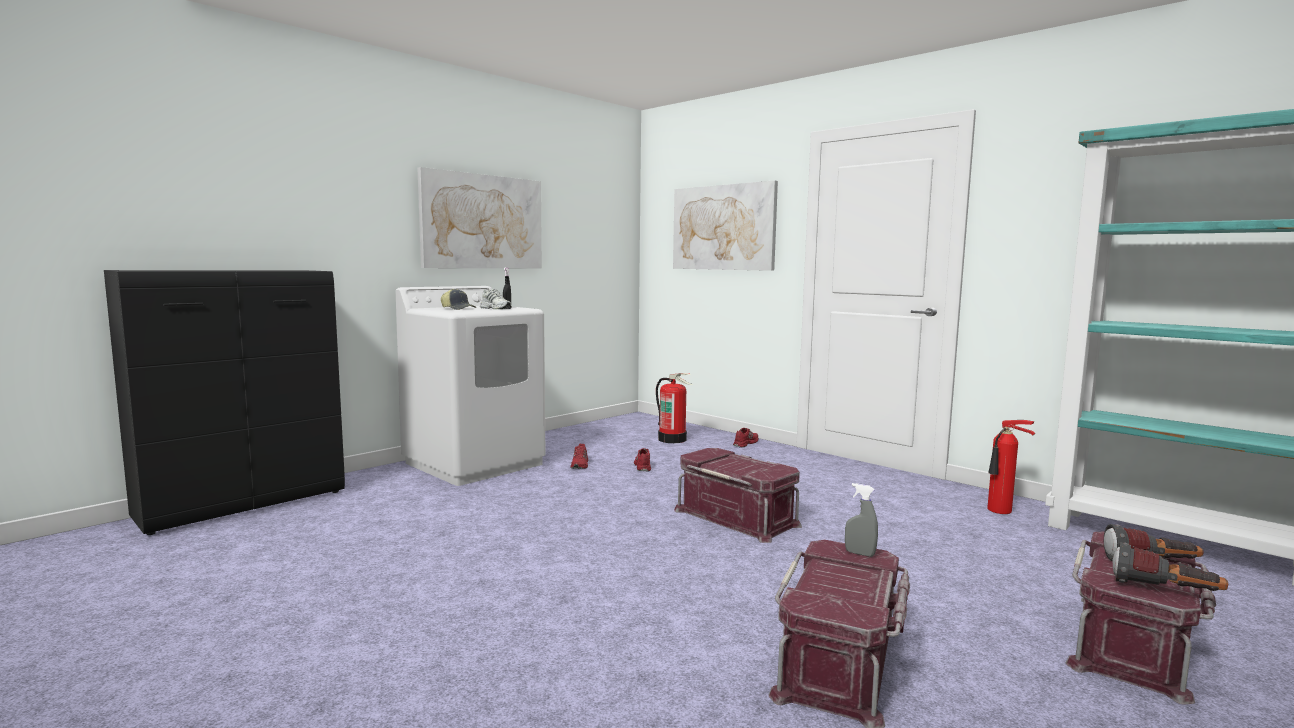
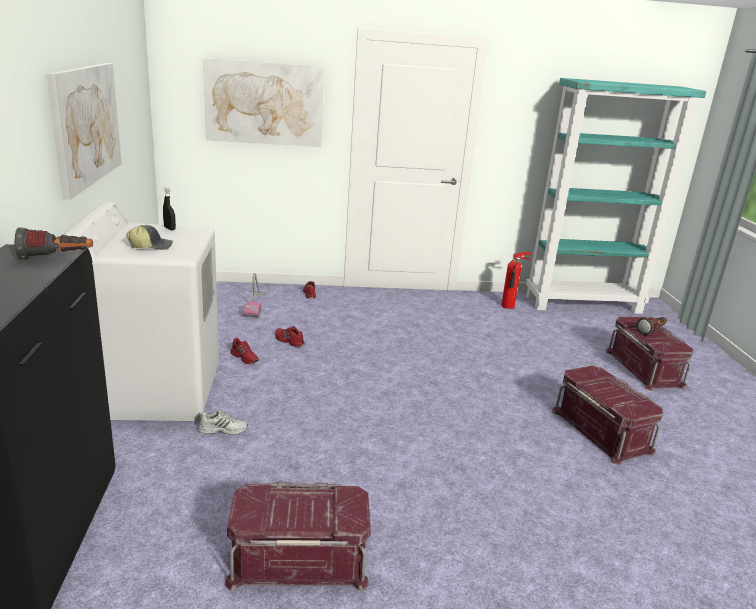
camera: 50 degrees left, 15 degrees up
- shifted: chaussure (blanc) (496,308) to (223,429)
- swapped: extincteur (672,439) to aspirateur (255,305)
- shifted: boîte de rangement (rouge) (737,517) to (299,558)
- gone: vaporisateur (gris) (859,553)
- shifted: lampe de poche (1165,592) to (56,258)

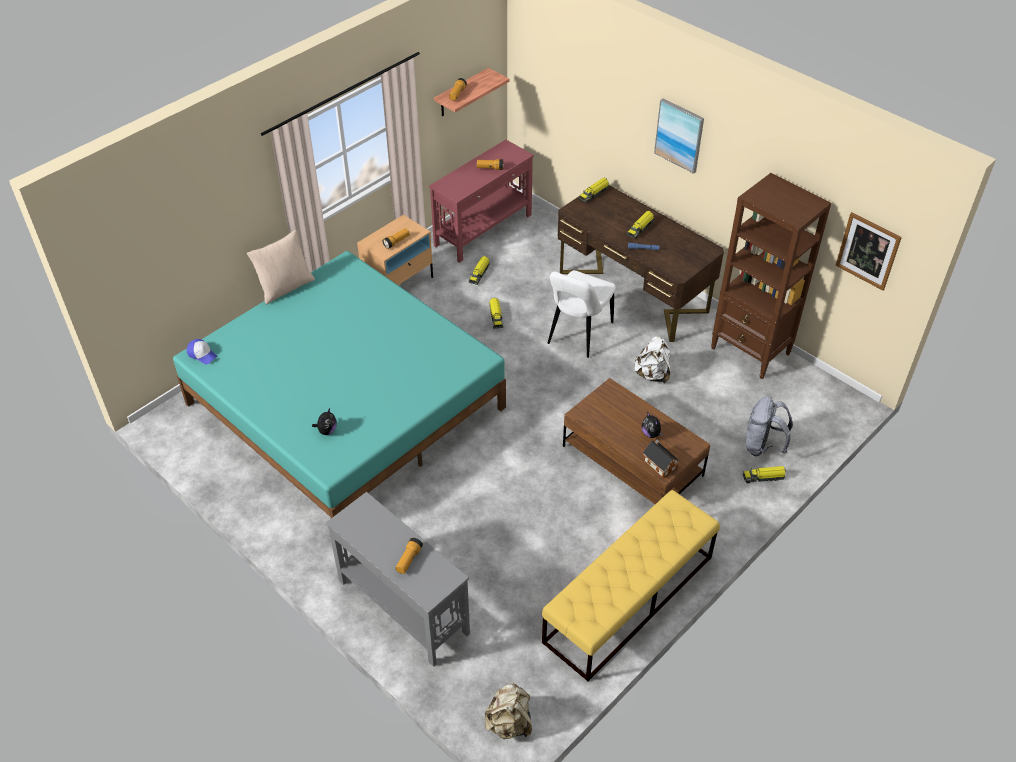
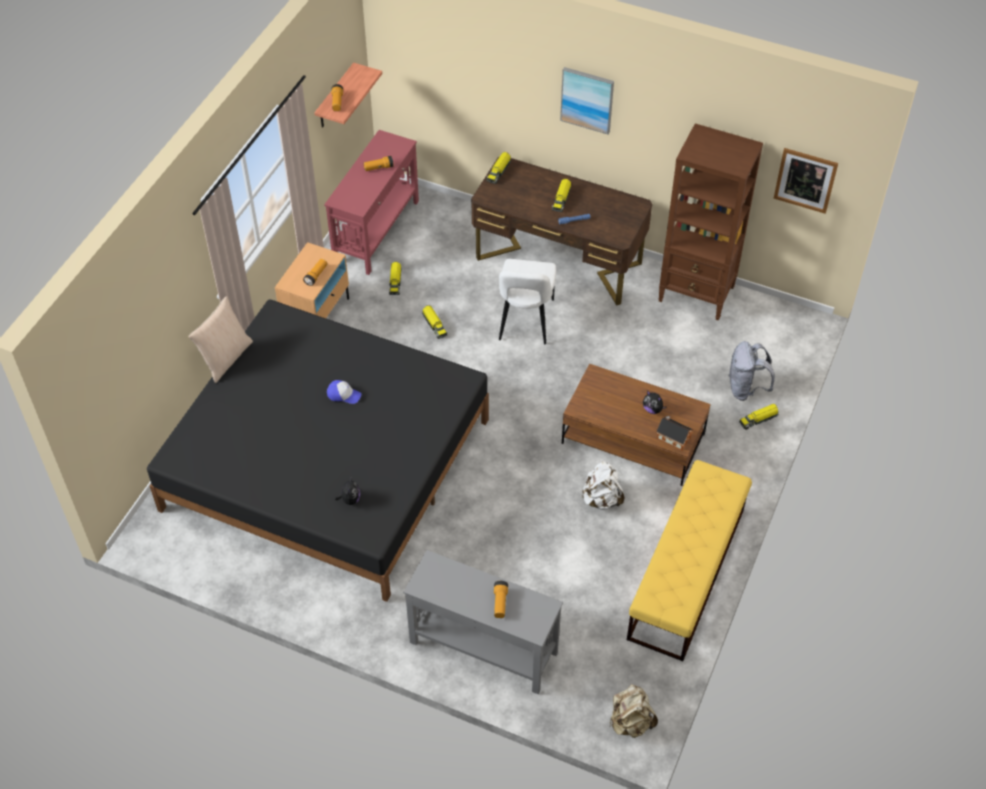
camera: 20 degrees left, 5 degrees up
- repainted: lit (turquoise) (346,405) to lit (noir) (328,464)
- shifted: sac à dos (blanc) (652,374) to (601,499)
- shifted: casquette (202,354) to (343,394)

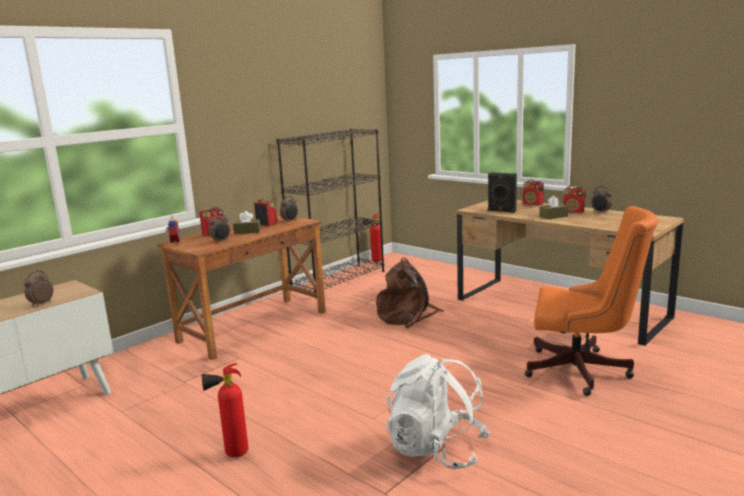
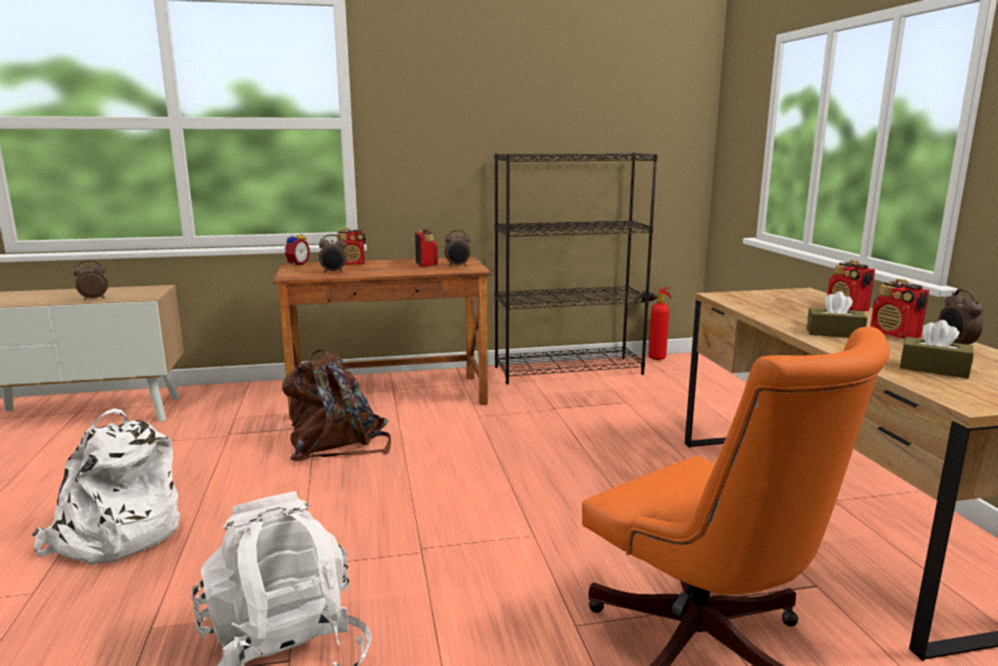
camera: 35 degrees right, 0 degrees up
- gone: enceinte (noir) (501,211)
- shifted: boîte à mouchoirs (marron) (247,232) to (933,369)
- shifted: sac à dos (marron) (407,316) to (337,444)
- swapped: extincteur (231,454) to sac à dos (blanc) (116,536)

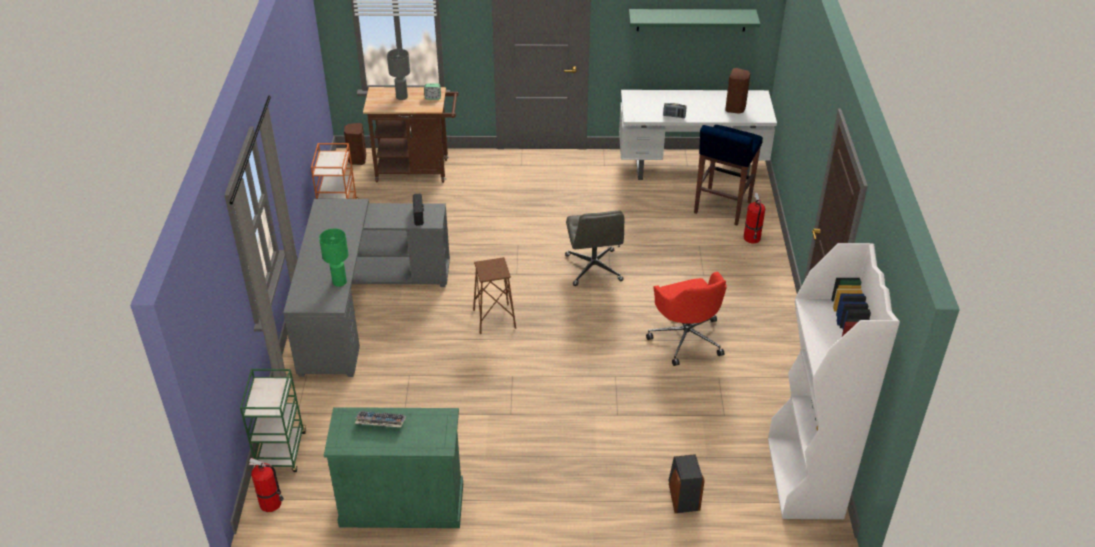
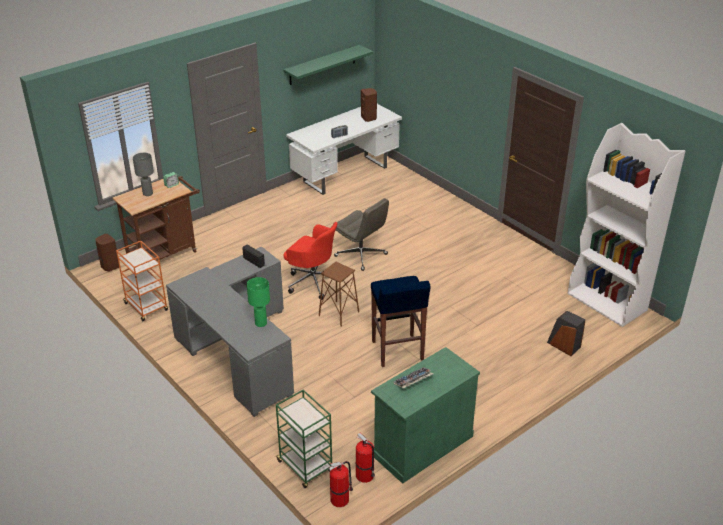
camera: 40 degrees left, 5 degrees down
- shifted: tabouret (bleu) (722,208) to (397,351)
- shifted: extincteur (752,238) to (365,476)
- shifted: chaise de bureau (rouge) (686,338) to (313,281)

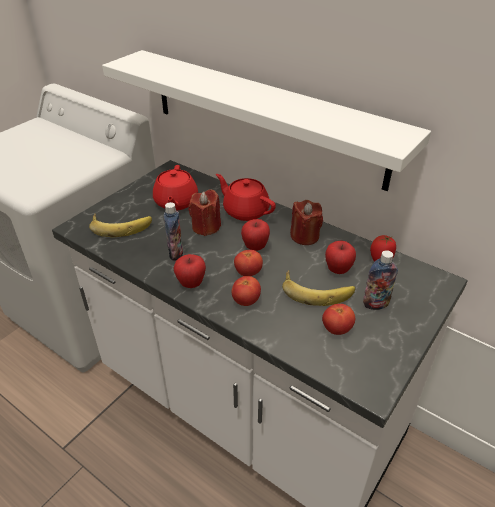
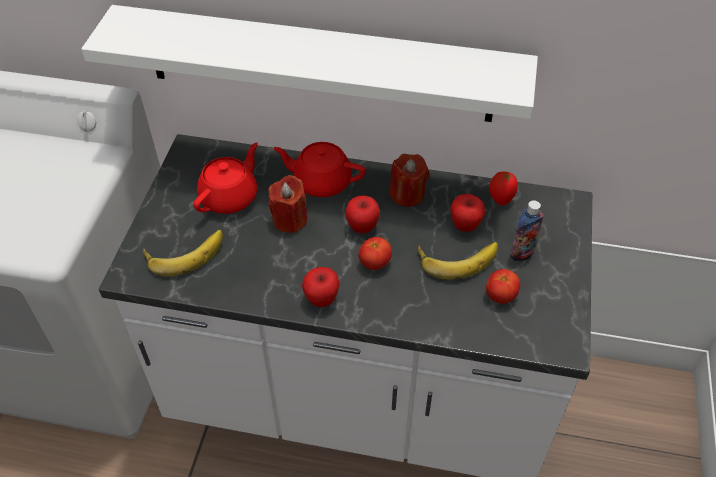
camera: 25 degrees left, 10 degrees up
- rotated: théière (rouge) (176,202) = (230,197) 120 degrees counterclockwise
- gone: bouteille (175,253)
- gone: tomate (246,301)

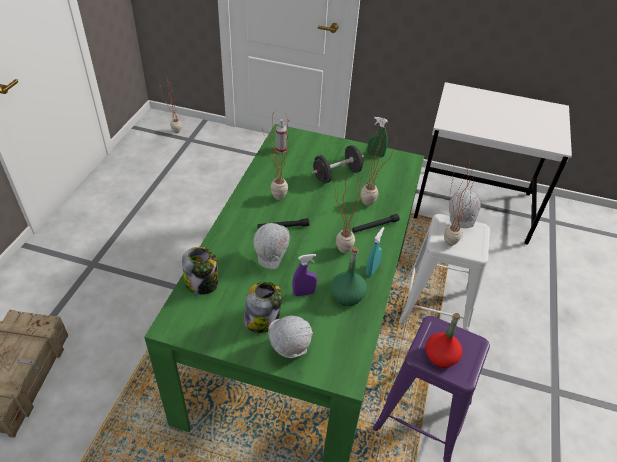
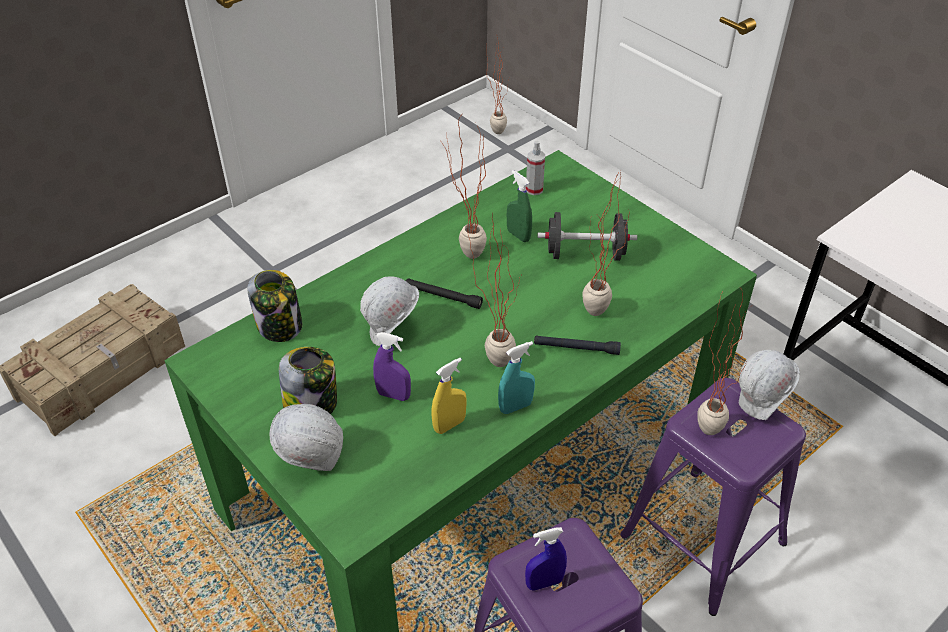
camera: 35 degrees right, 0 degrees up
- shifted: vaporisateur (vert) (375,154) to (518,235)
- repainted: tabouret (blanc) (436,306) to tabouret (violet) (702,539)
- swapped: bouteille (vert) (347,295) to vaporisateur (jaune) (449,425)
- swapped: bouteille (rouge) (440,356) to vaporisateur (bleu) (544,583)

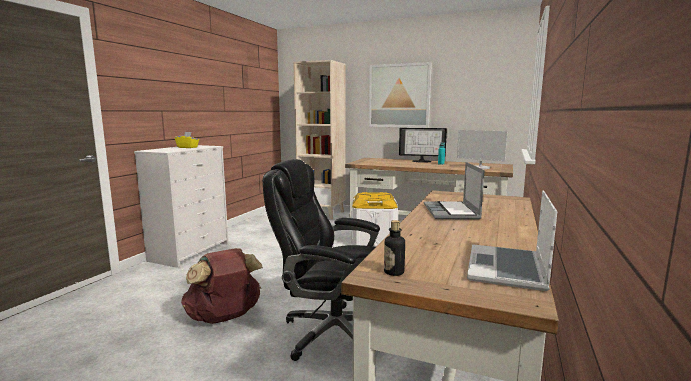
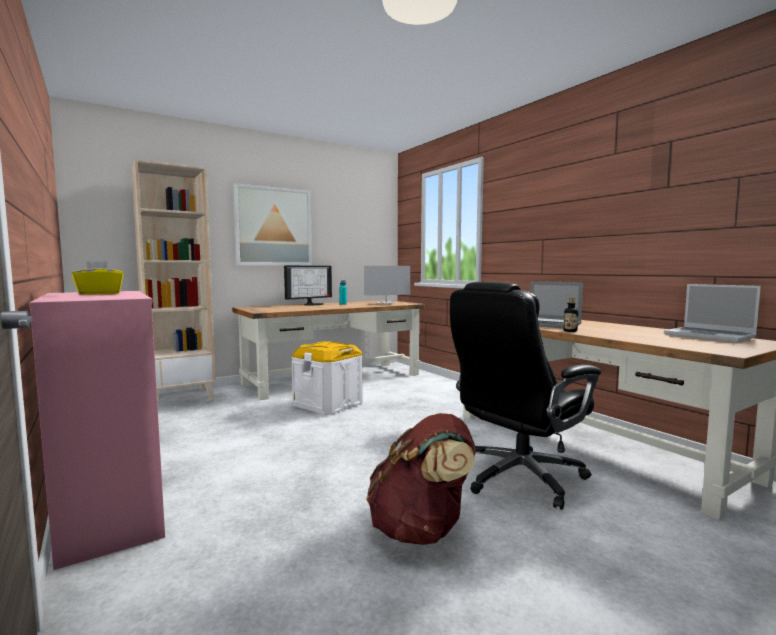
camera: 55 degrees left, 5 degrees down
- repainted: commode (blanc) (190,252) to commode (rose) (110,513)
- shifted: bouteille (394,272) to (570,331)

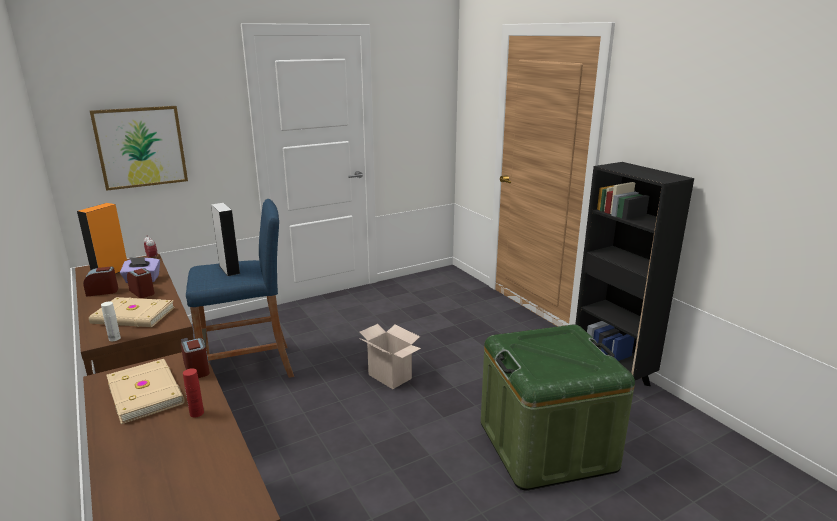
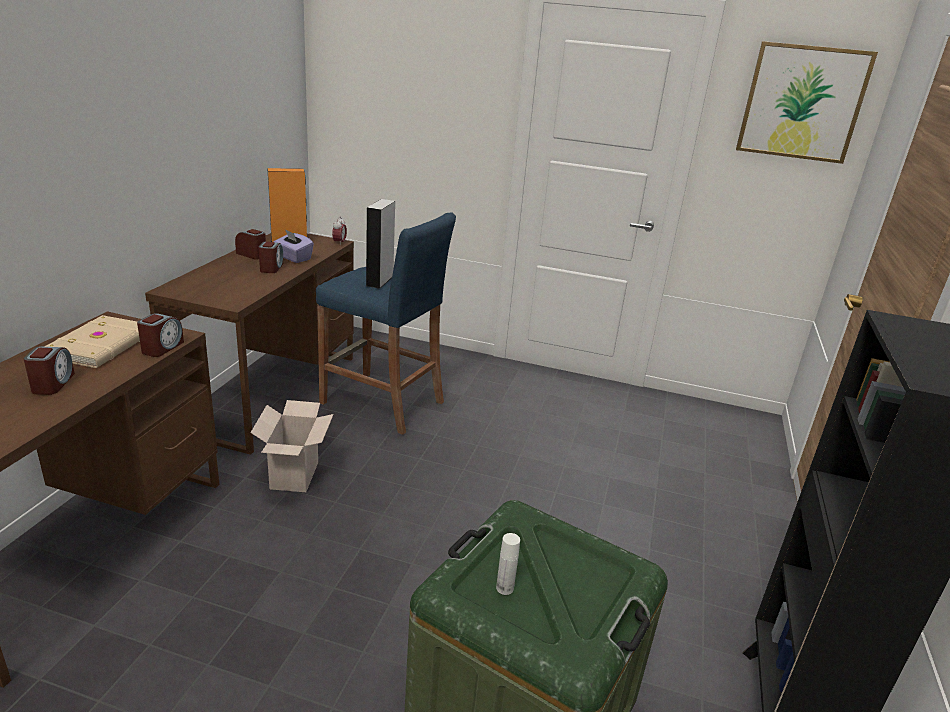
camera: 45 degrees right, 5 degrees up
- shifted: tableau (141,147) to (802,102)
- gone: livre (beige) (133,316)
- shifted: bouteille (blanc) (114,338) to (504,588)
- shifted: carton (391,376) to (295,476)
- gone: bouteille (rouge) (196,413)
- new: réveil (53,383)

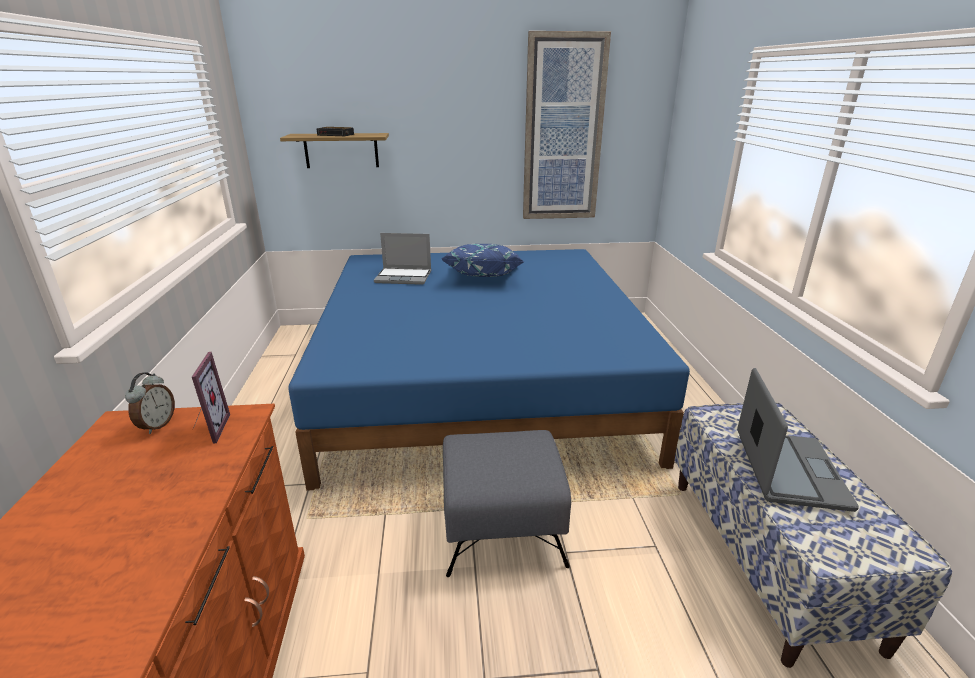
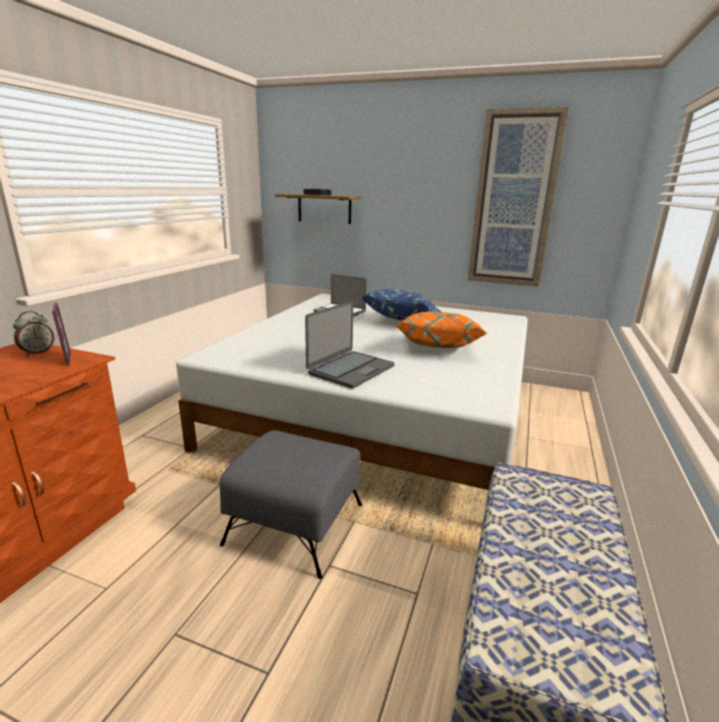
camera: 25 degrees right, 5 degrees down
- repainted: lit (bleu) (480,380) to lit (blanc) (379,411)
- rotated: cadre photo (208,429) = (57,361) 45 degrees counterclockwise
- shifted: ordinateur portable (788,470) to (350,370)
- new: coussin (orange) (437,348)

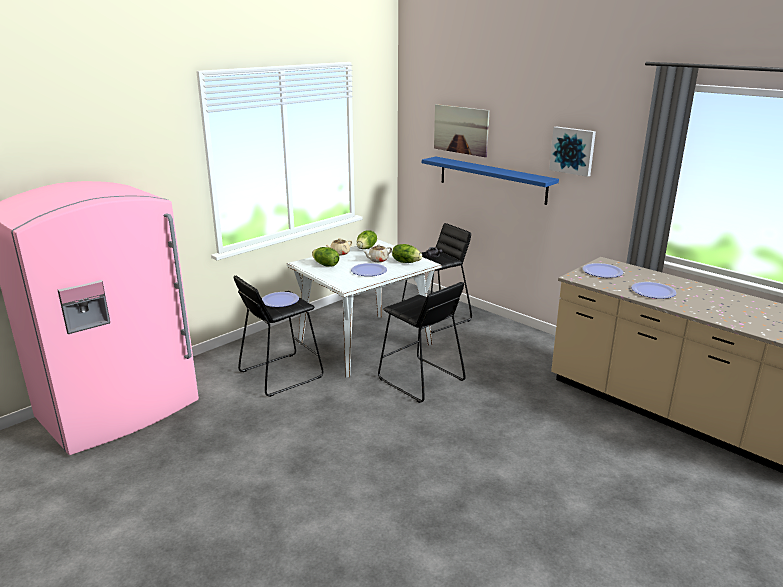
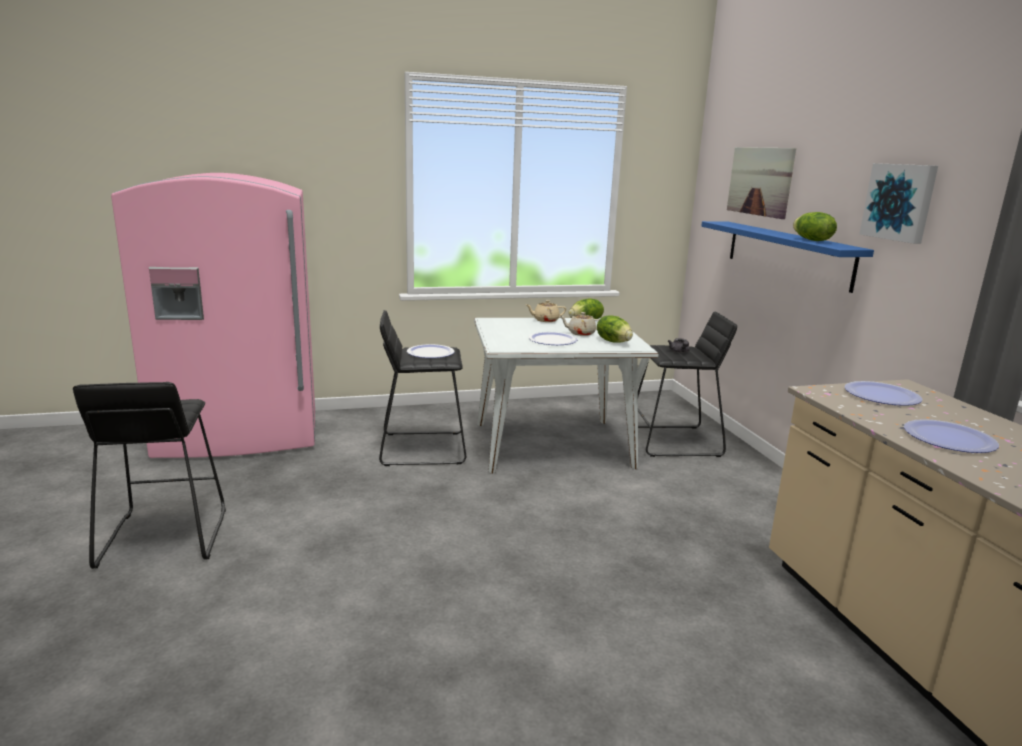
camera: 30 degrees right, 5 degrees down
- shifted: laitue (325,265) to (811,240)
- shifted: tabouret (noir) (420,380) to (163,536)

